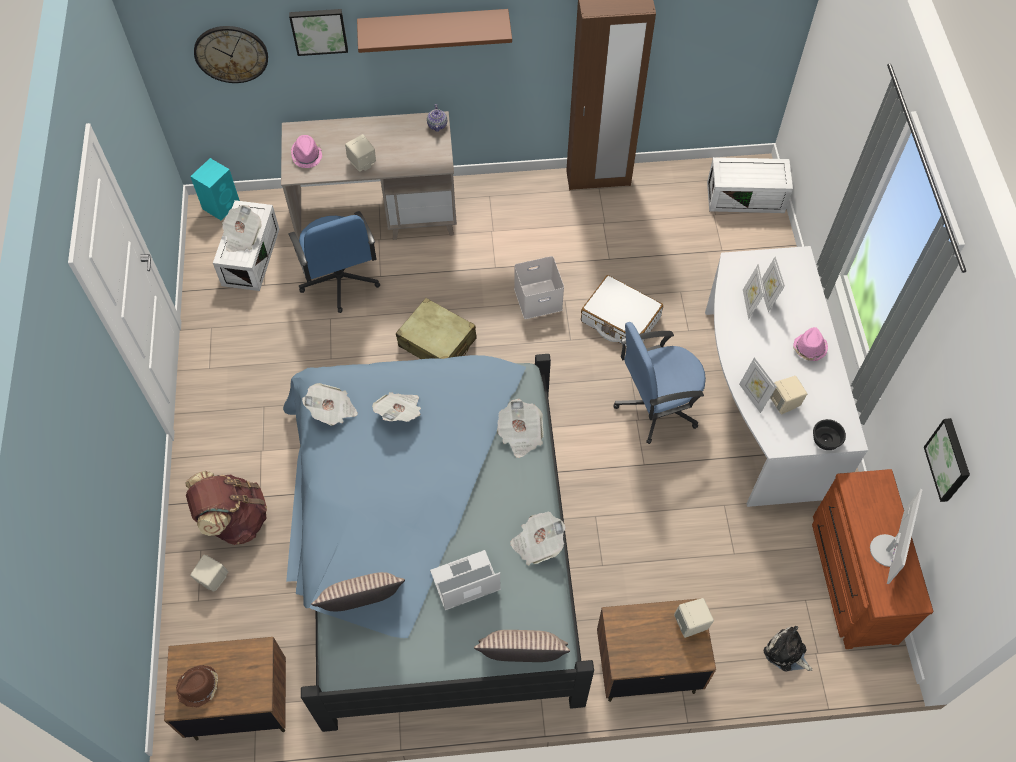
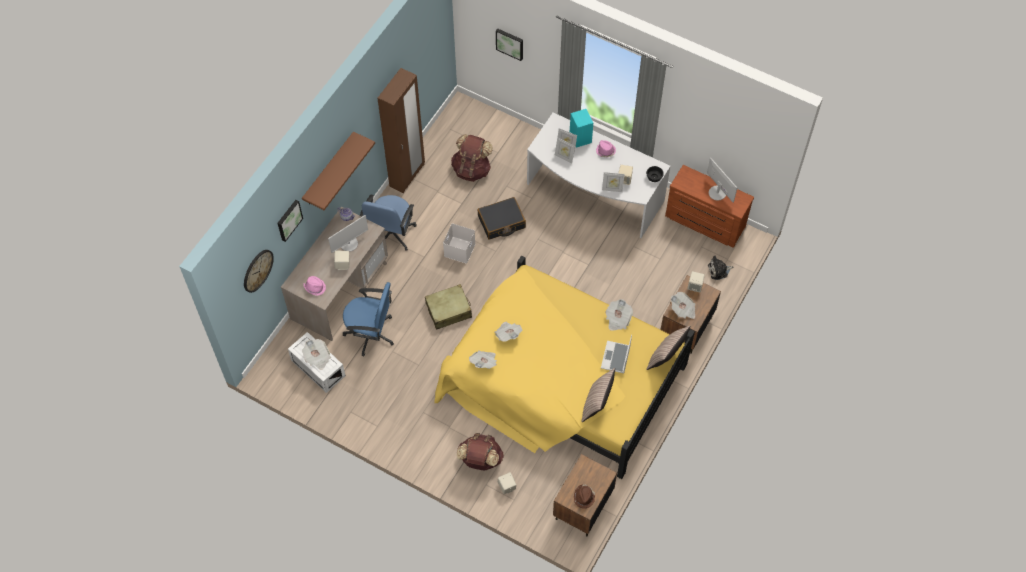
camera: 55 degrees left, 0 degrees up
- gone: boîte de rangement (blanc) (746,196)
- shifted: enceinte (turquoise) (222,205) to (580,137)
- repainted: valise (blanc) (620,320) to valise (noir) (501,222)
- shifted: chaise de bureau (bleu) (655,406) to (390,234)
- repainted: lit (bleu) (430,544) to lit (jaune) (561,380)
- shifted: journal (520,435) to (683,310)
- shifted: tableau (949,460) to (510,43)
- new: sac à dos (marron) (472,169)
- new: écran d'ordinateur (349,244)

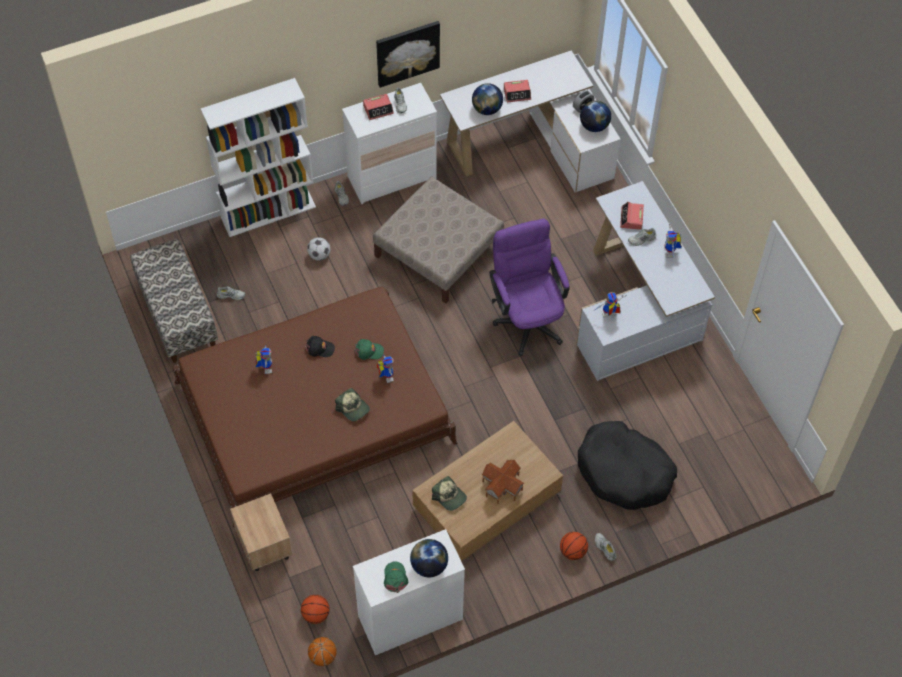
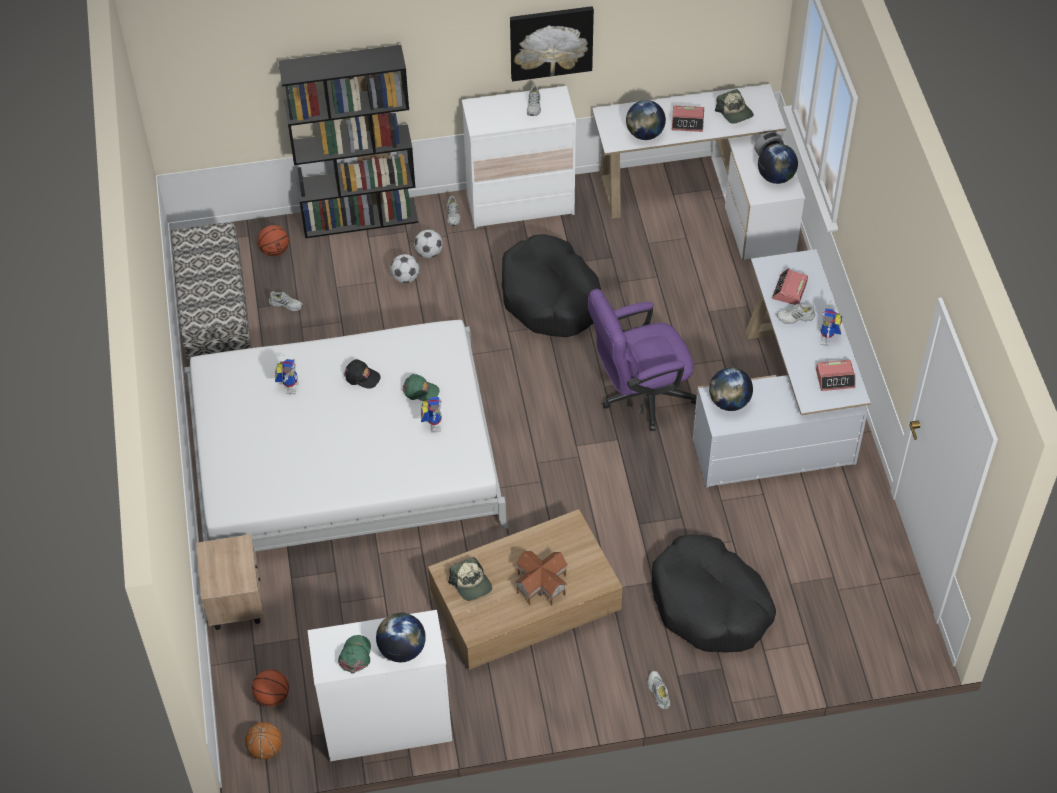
camera: 15 degrees right, 5 degrees down
- repainted: bibliothèque (blanc) (268,212) to bibliothèque (noir) (360,218)
- shifted: réveil (378,109) to (835,378)
- swapped: pouf (beige) (437,250) to panier pour chien (noir) (551,297)
- rotated: chaise de bureau (violet) (527,317) = (639,396) 105 degrees counterclockwise
- repainted: lit (marron) (315,412) to lit (blanc) (344,458)
- swapped: robot jouet (608,316) to globe (729,402)
- shifted: casquette (353,408) to (734,112)
- shifted: ballon de basket (572,551) to (274,250)
- new: ballon de foot (429,253)

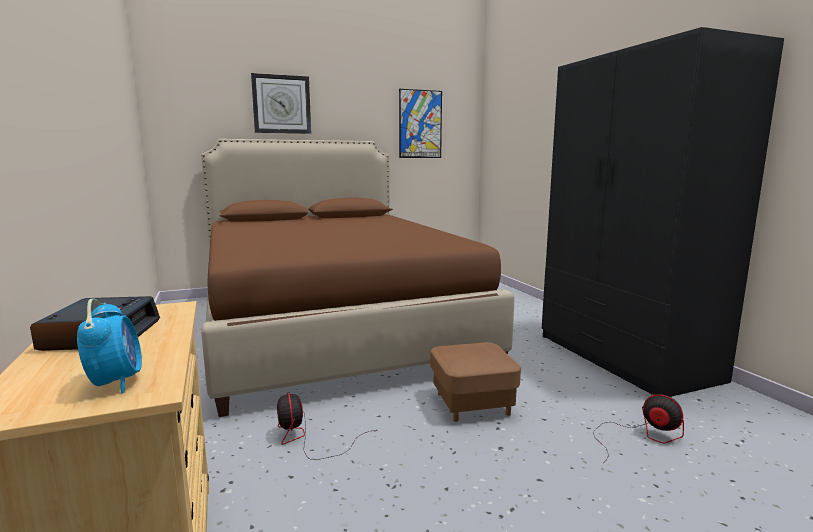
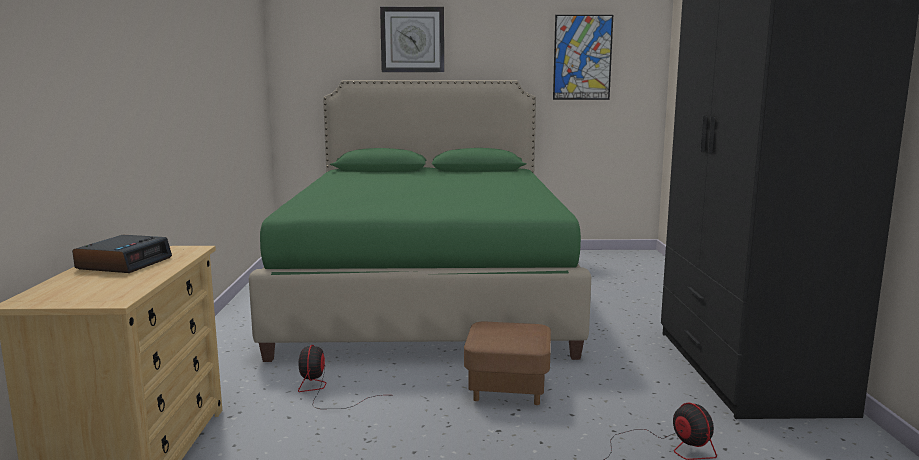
camera: 20 degrees right, 0 degrees up
- repainted: lit (marron) (331,325) to lit (vert) (427,293)
- gone: réveil (116,382)

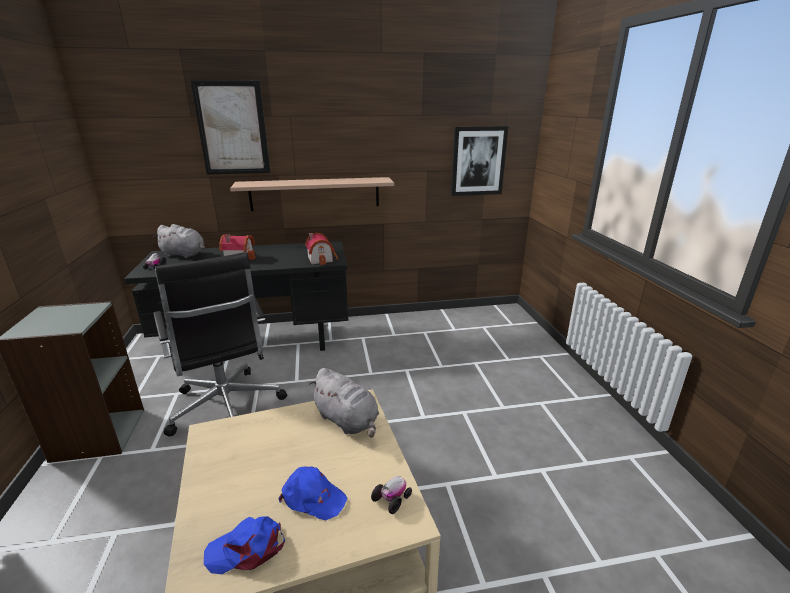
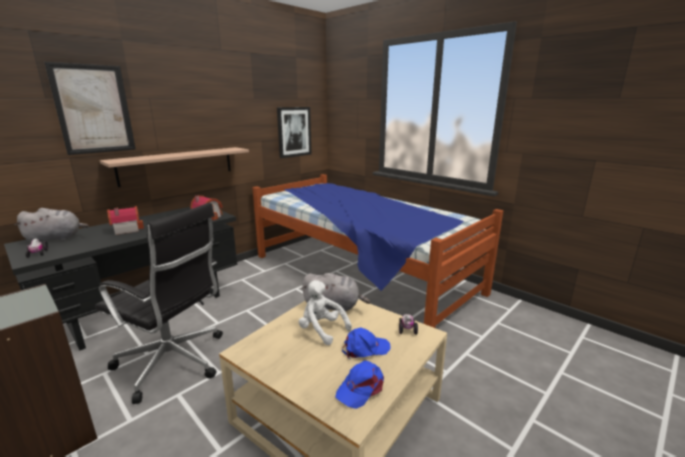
camera: 35 degrees left, 5 degrees down
- new: lit (360,274)
- new: peluche (blanc) (322,330)

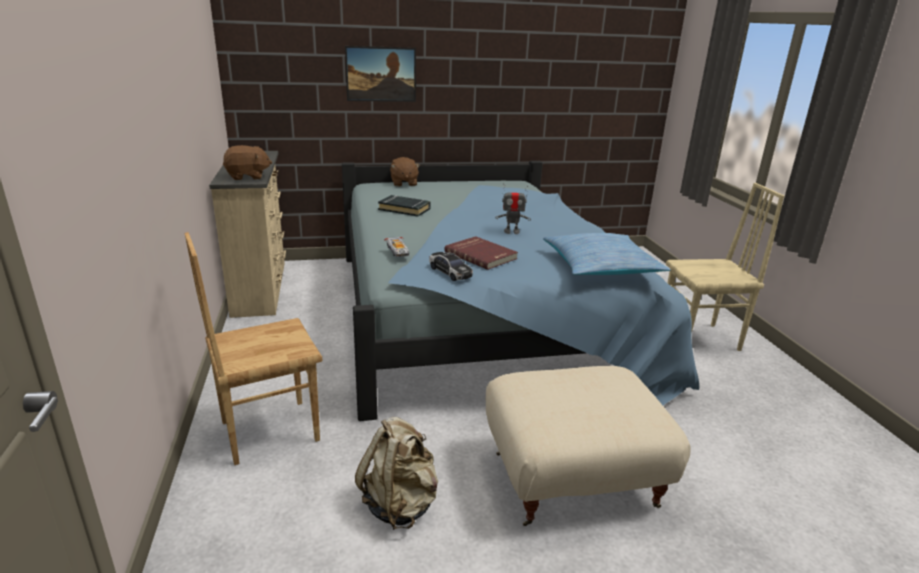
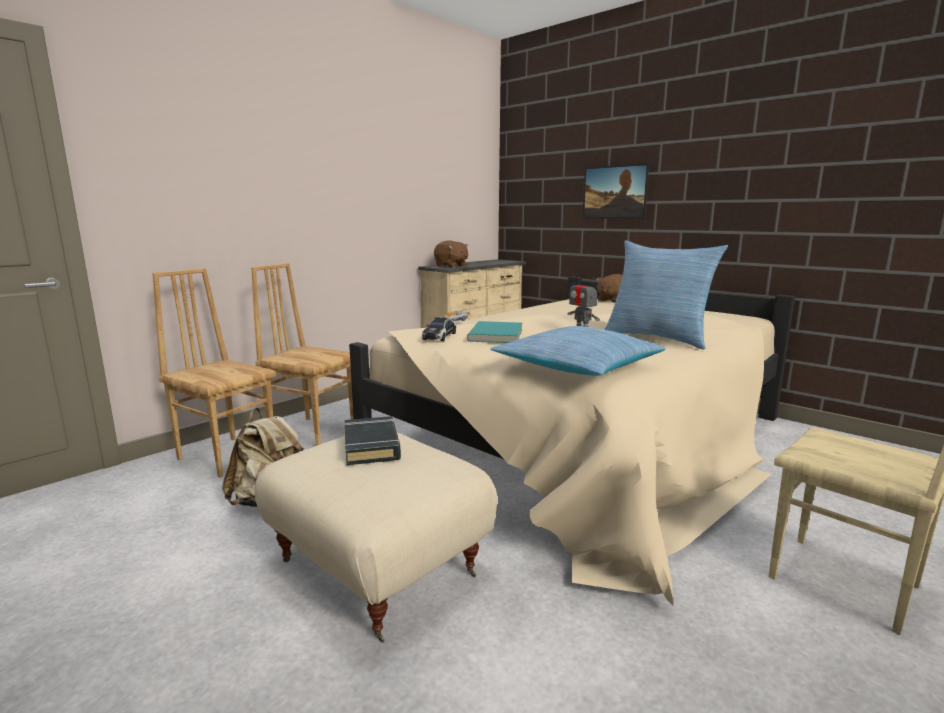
camera: 55 degrees right, 10 degrees down
- repainted: lit (bleu) (482,317) to lit (beige) (587,440)
- shifted: livre (noir) (404,209) to (372,446)
- repainted: livre (rouge) (481,255) to livre (turquoise) (497,335)
- new: coussin (658,338)
- new: chaise (marron) (228,455)

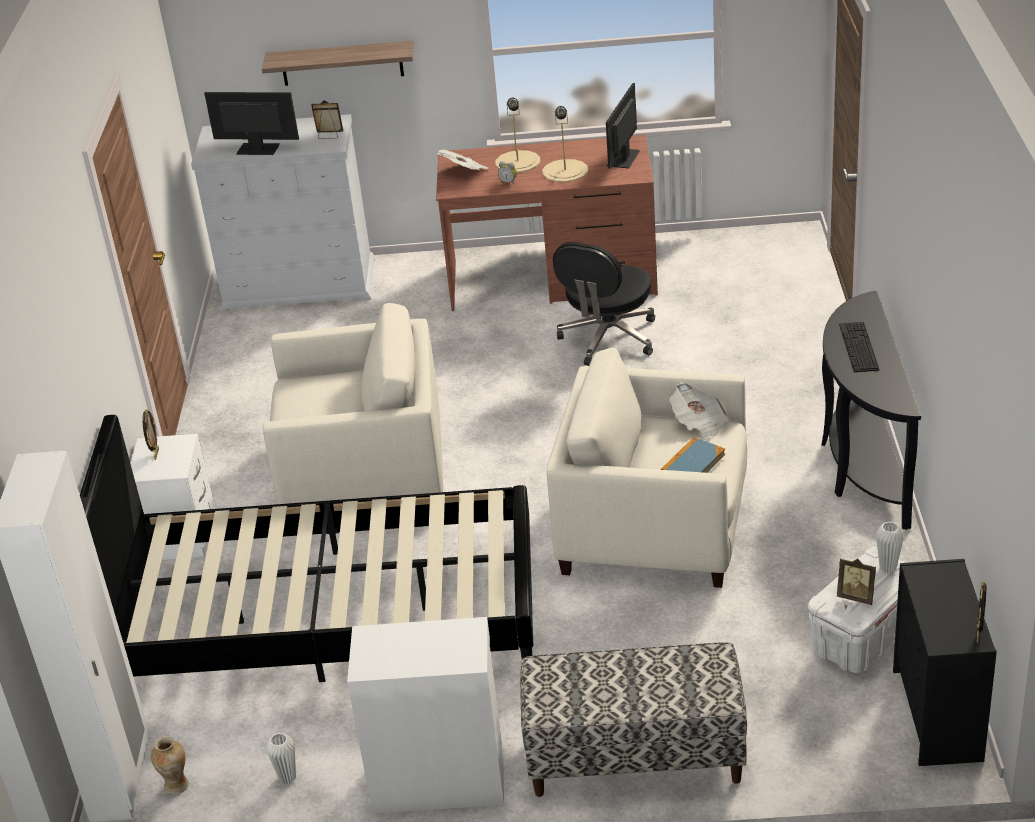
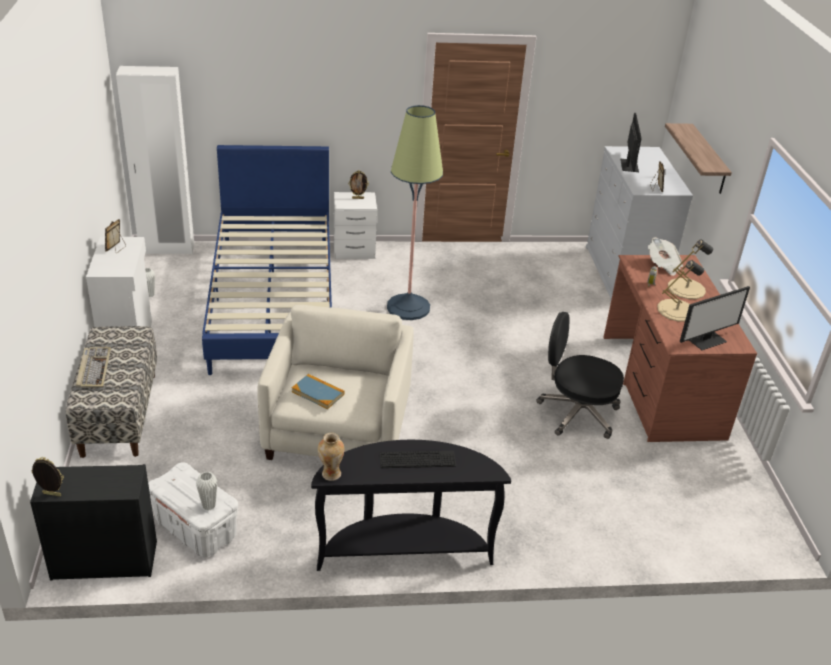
camera: 80 degrees right, 0 degrees up
- rotated: écran d'ordinateur (624,158) = (707,340) 135 degrees clockwise
- swapped: fauteuil (beige) (363,473) to lampadaire (408,307)
- gone: journal (699,422)
- repainted: lit (noir) (330,616) to lit (bleu) (273,301)
- shifted: cadre photo (856,597) to (116,248)
- shifted: vase (176,786) to (330,474)
- new: clavier (93,369)

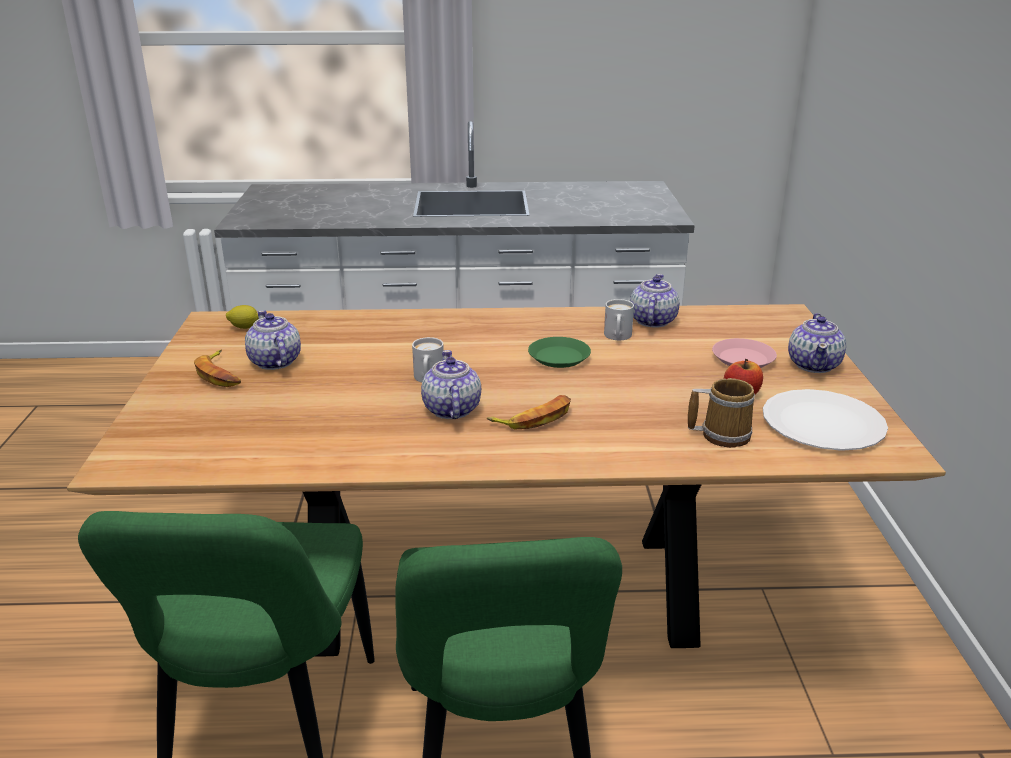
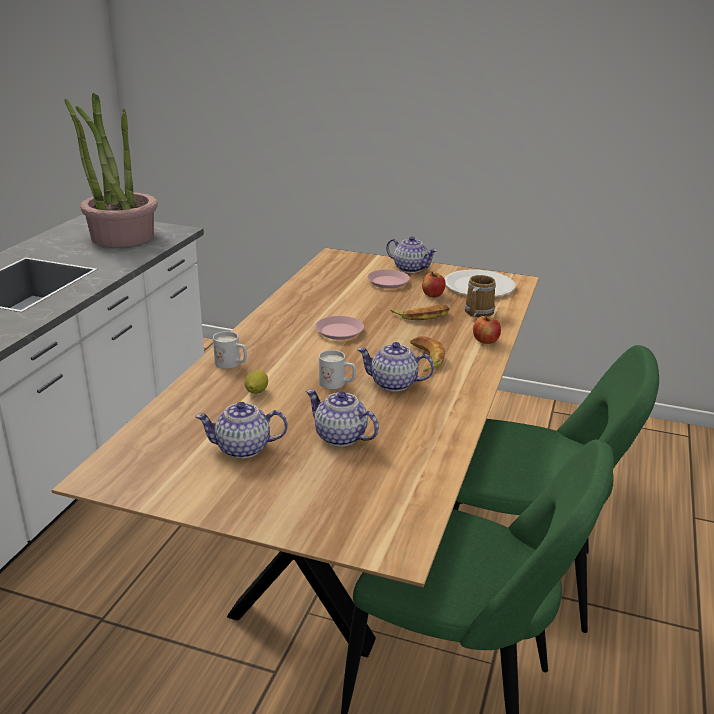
camera: 70 degrees left, 0 degrees up
- shifted: théière (652,321) to (341,437)
- shifted: mug (blanc) (617,337) to (232,364)
- shifted: citron (244,327) to (256,392)
- repainted: assiette (vert) (559,357) to assiette (rose) (339,331)
- shifted: banane (220,374) to (422,316)
- new: plante en pot (121,236)
- new: pomme (485,341)

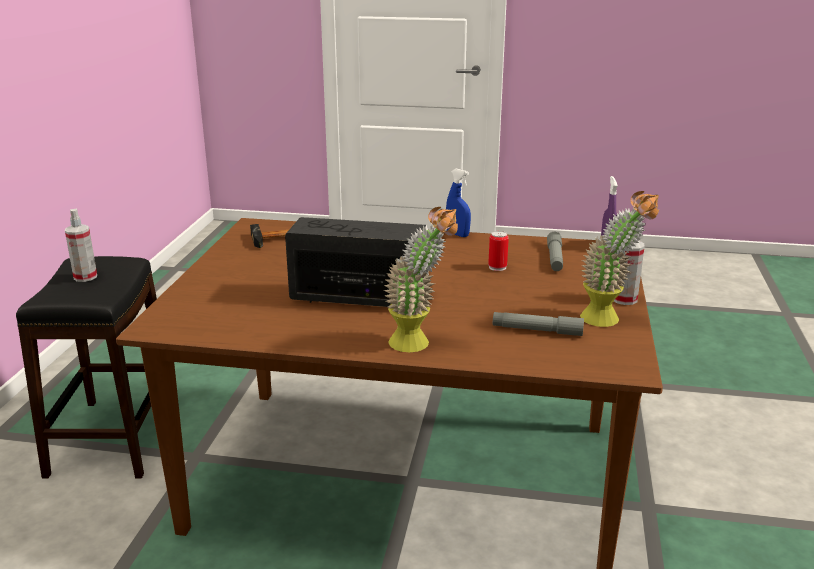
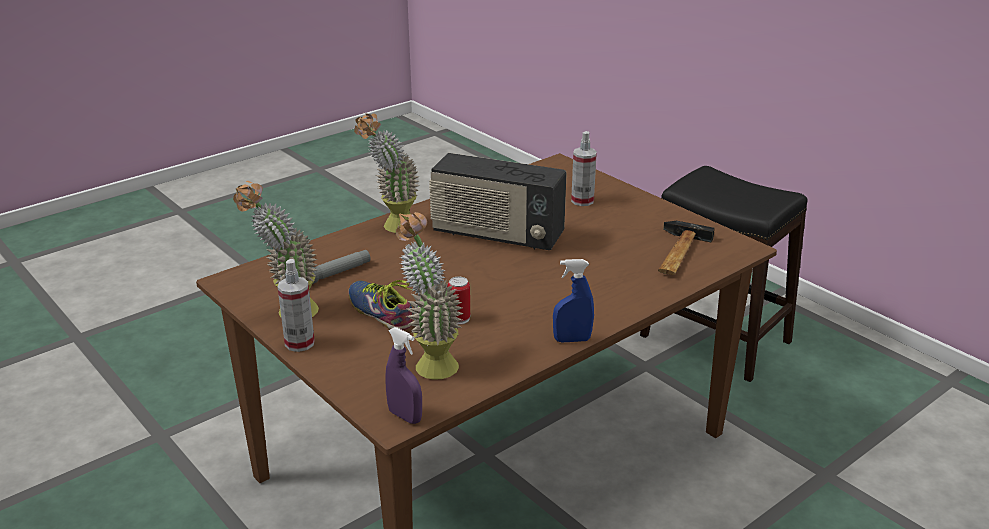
camera: 130 degrees right, 5 degrees up
- shifted: vaporisateur (85,277) to (582,201)
- rotated: radio (360,298) = (497,235) 60 degrees clockwise
- swapped: lampe de poche (gris) (554,258) to plante en pot (429,362)
- new: chaussure (382,310)

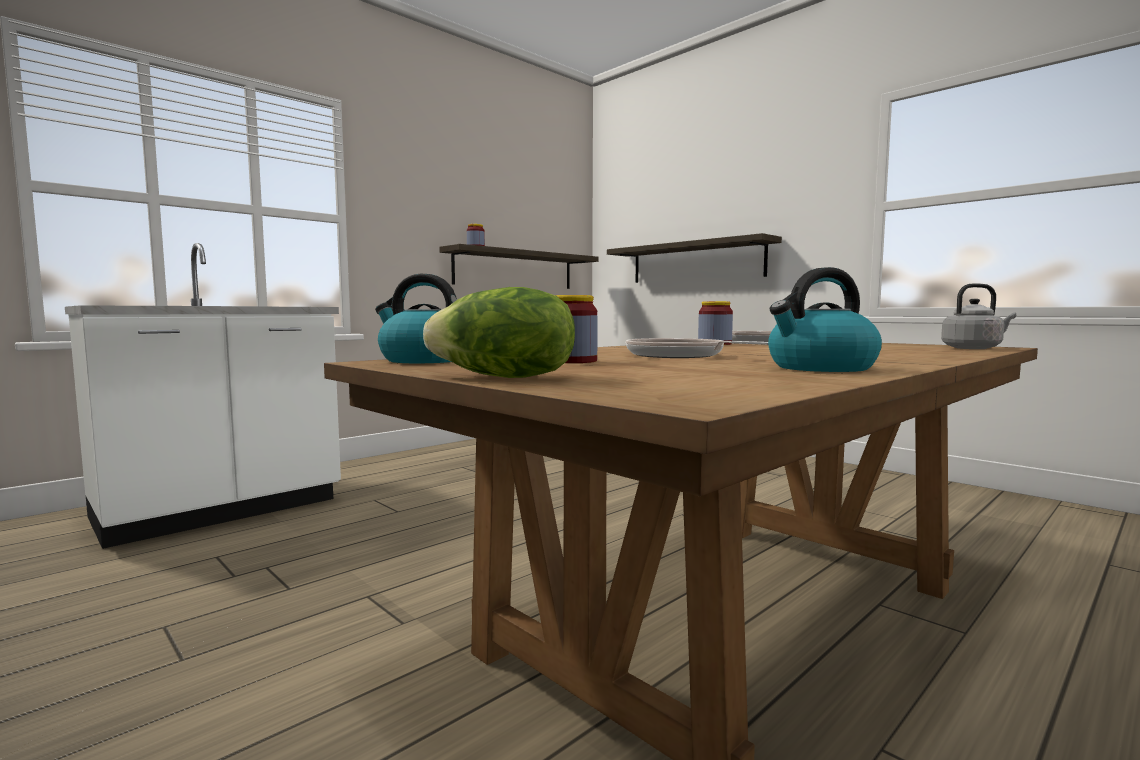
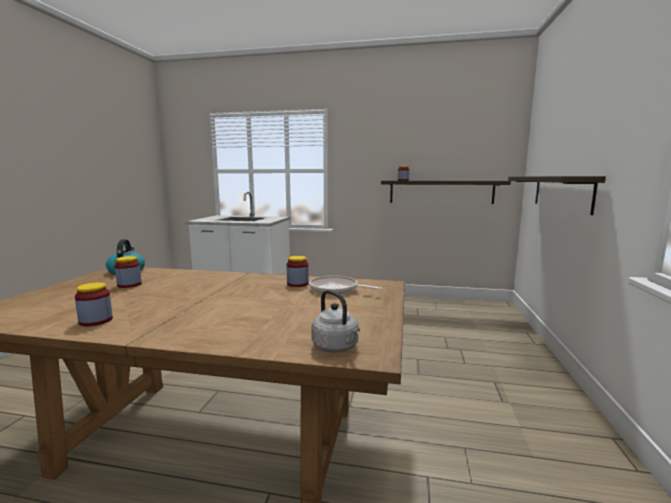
camera: 55 degrees right, 5 degrees up
- swapped: bouilloire (820,368) to bocal (96,321)
- gone: laitue (504,377)
- gone: poêle (680,356)

